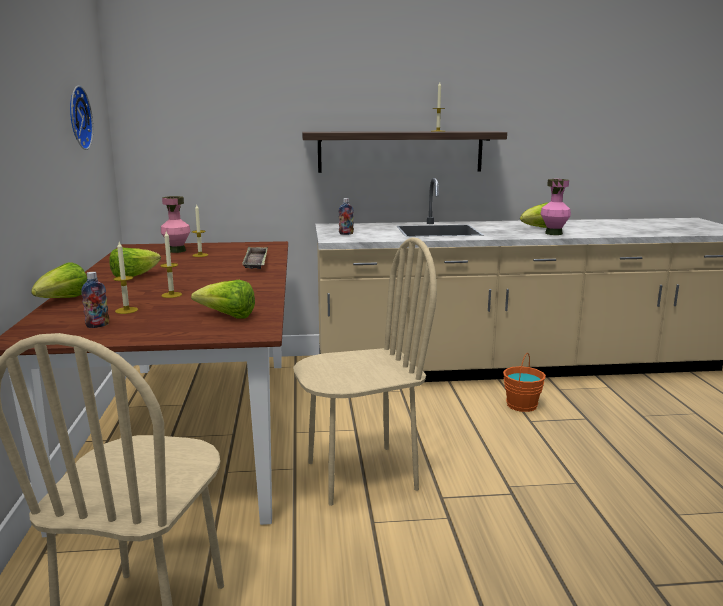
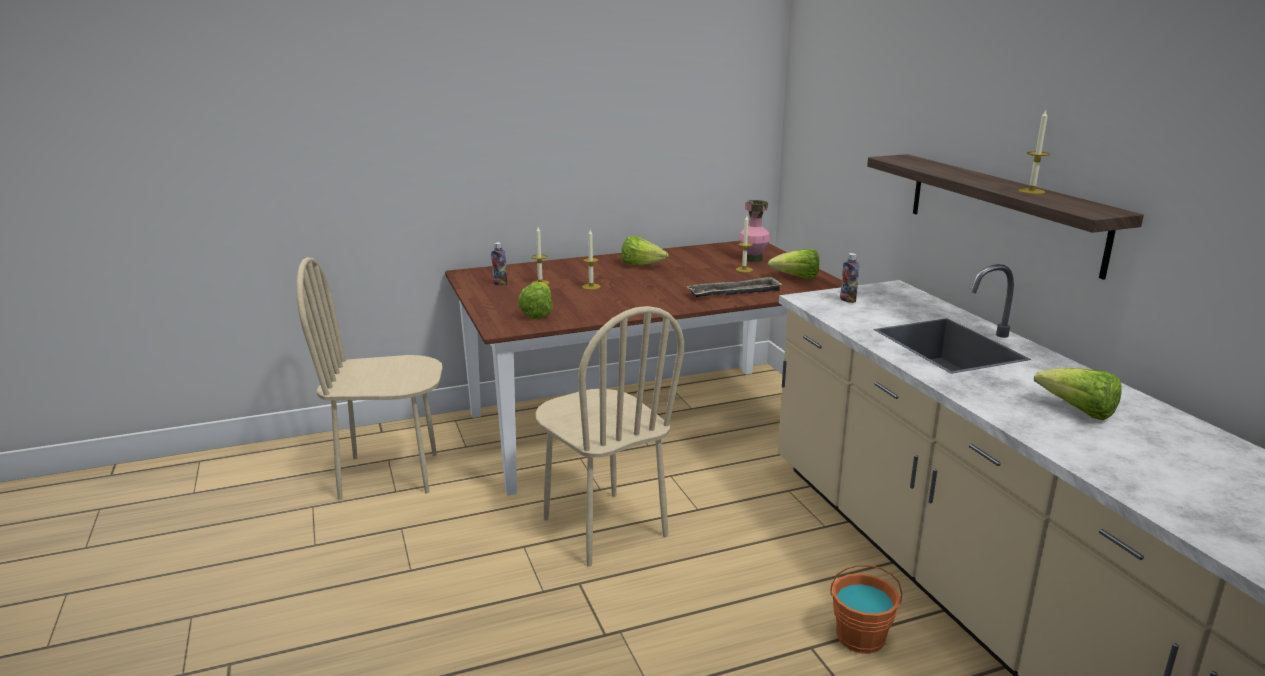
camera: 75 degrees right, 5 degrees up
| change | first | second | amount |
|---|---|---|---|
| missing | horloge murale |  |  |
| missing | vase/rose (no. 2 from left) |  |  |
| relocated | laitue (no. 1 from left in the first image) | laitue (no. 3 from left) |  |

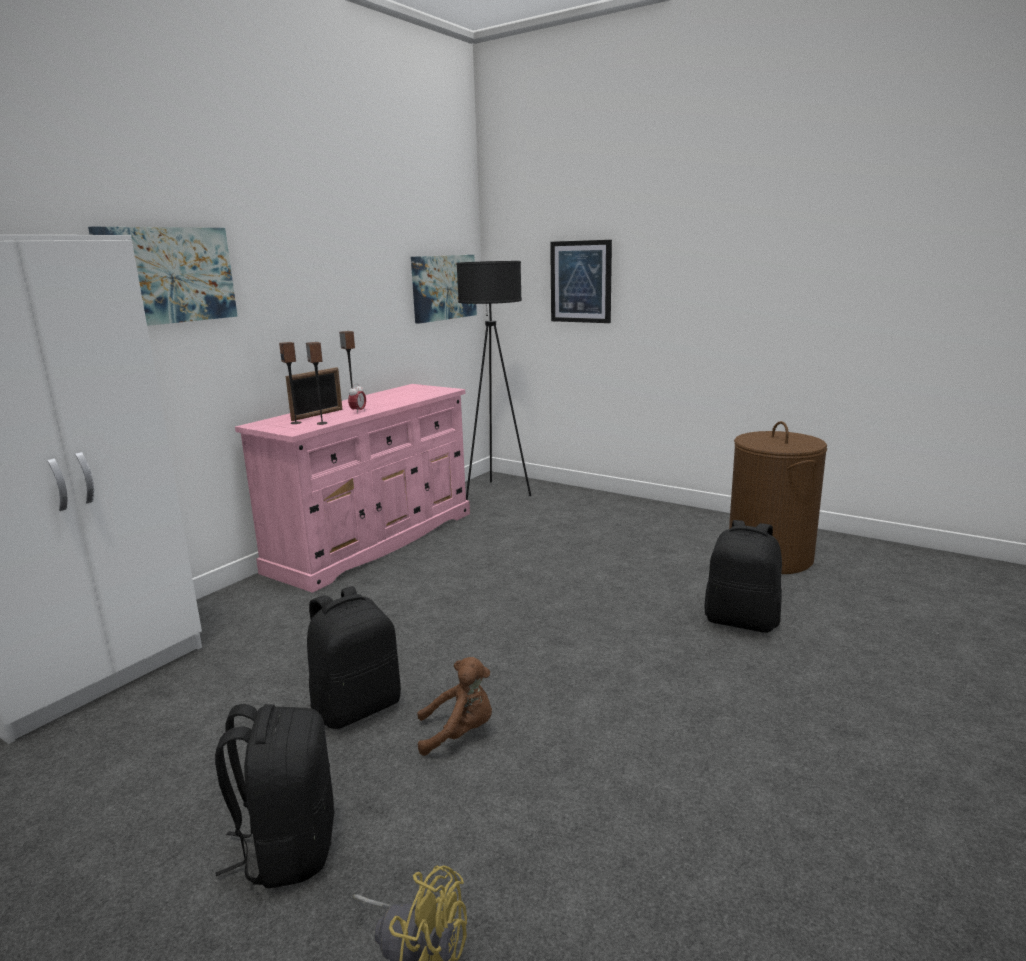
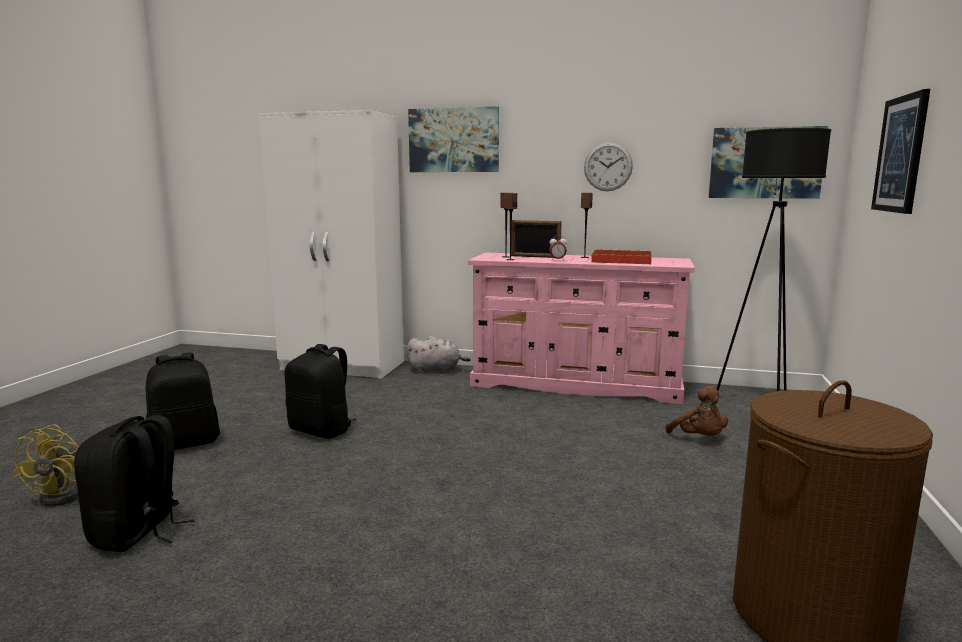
camera: 70 degrees right, 5 degrees down
| change | first | second | amount |
|---|---|---|---|
| relocated | sac à dos/noir (no. 3 from left in the first image) | sac à dos/noir (no. 1 from left) |  |
| relocated | peluche/marron |  |  |
| appeared |  | horloge murale |  |
| appeared |  | plateau/rouge |  |
| appeared |  | peluche/gris |  |

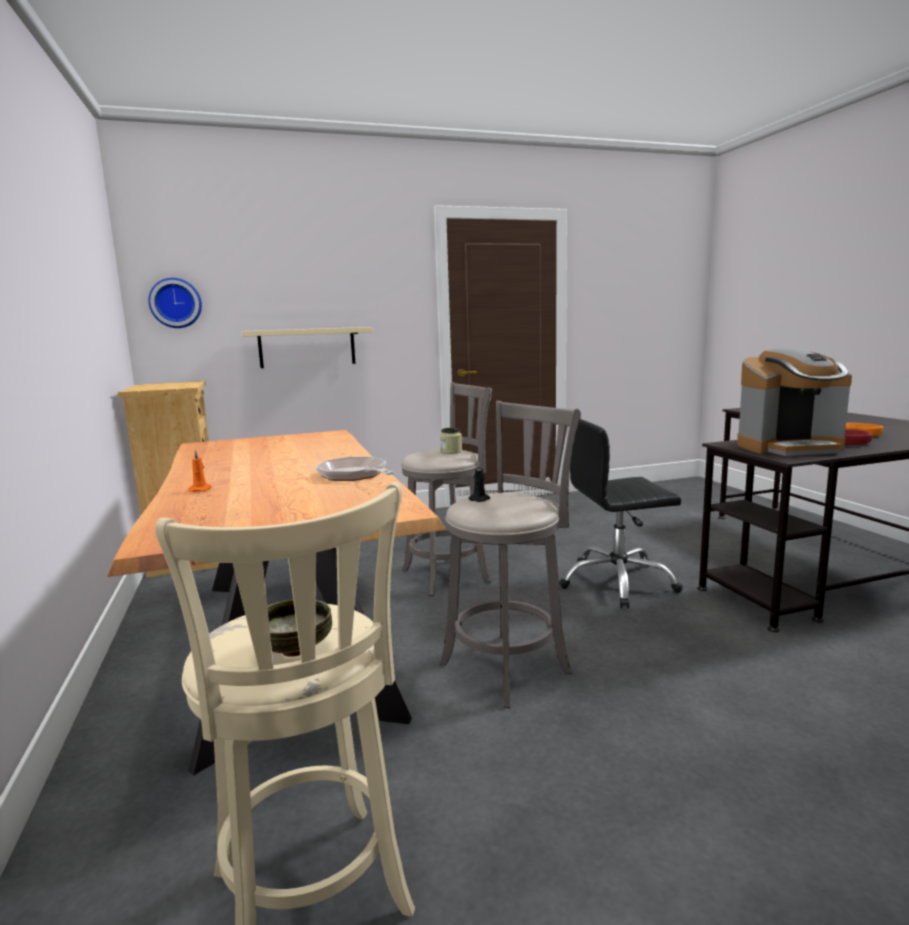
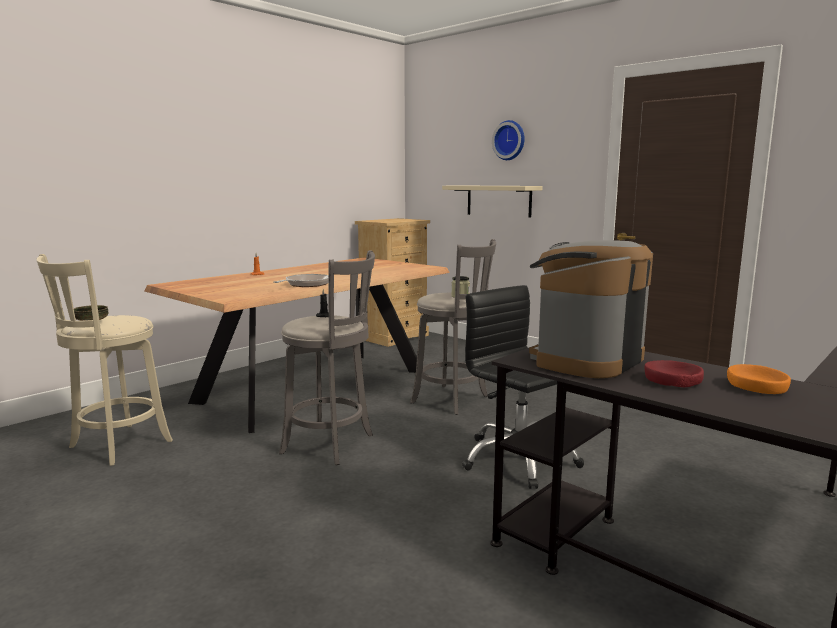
camera: 60 degrees right, 0 degrees up
| change | first | second | amount |
|---|---|---|---|
| relocated | horloge murale |  |  |
| spun | machine à café |  | 75 degrees clockwise |

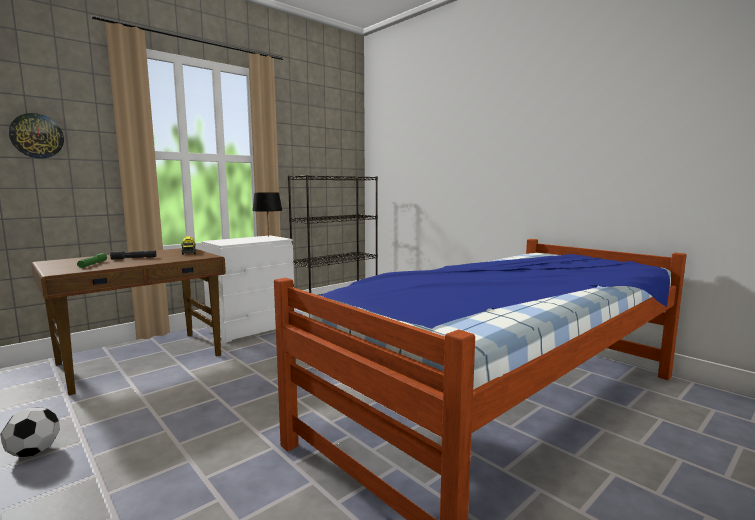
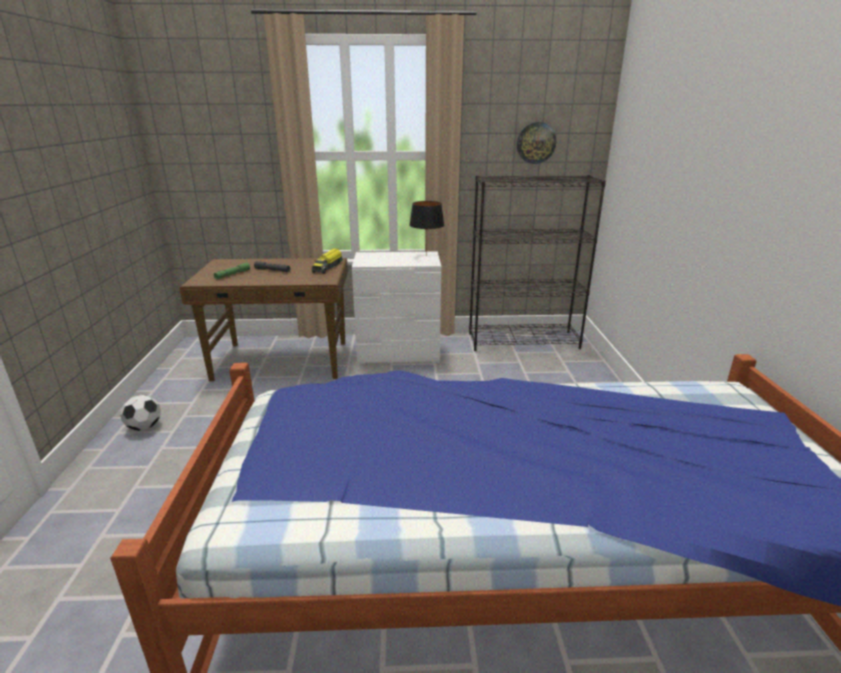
camera: 40 degrees right, 15 degrees up
| change | first | second | amount |
|---|---|---|---|
| relocated | horloge murale |  |  |

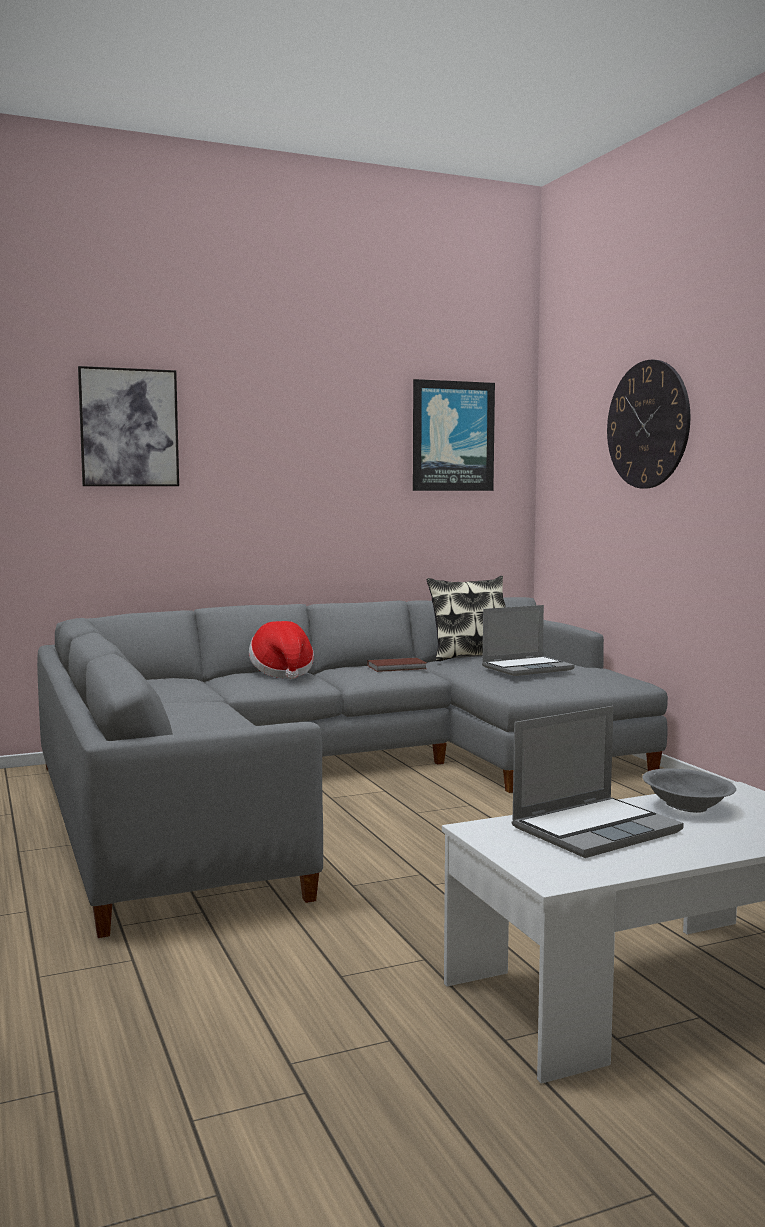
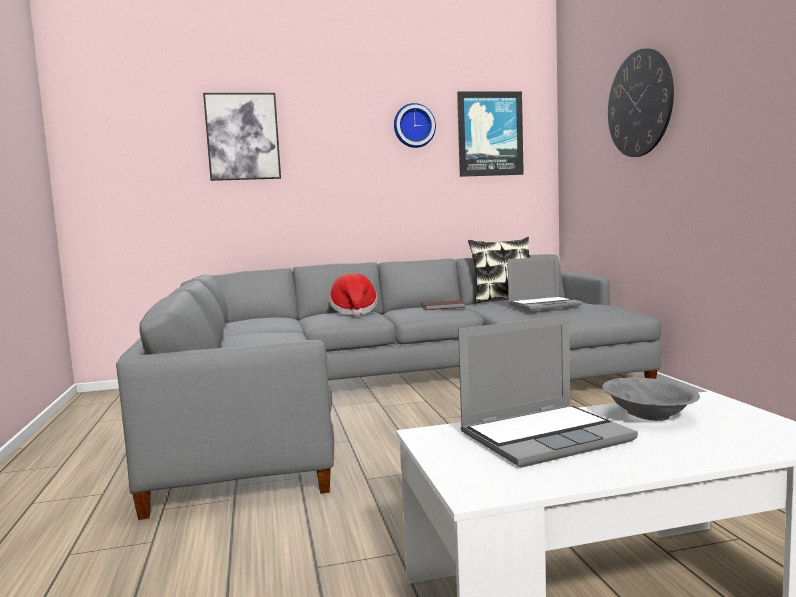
camera: 10 degrees right, 0 degrees up
| change | first | second | amount |
|---|---|---|---|
| appeared |  | horloge murale (no. 1 from left) |  |

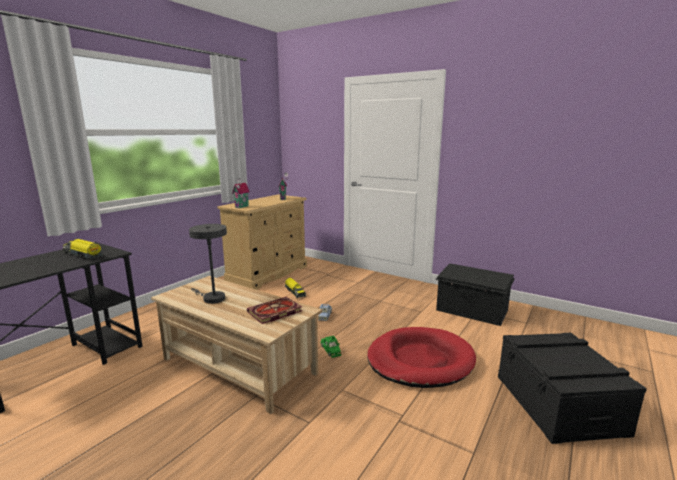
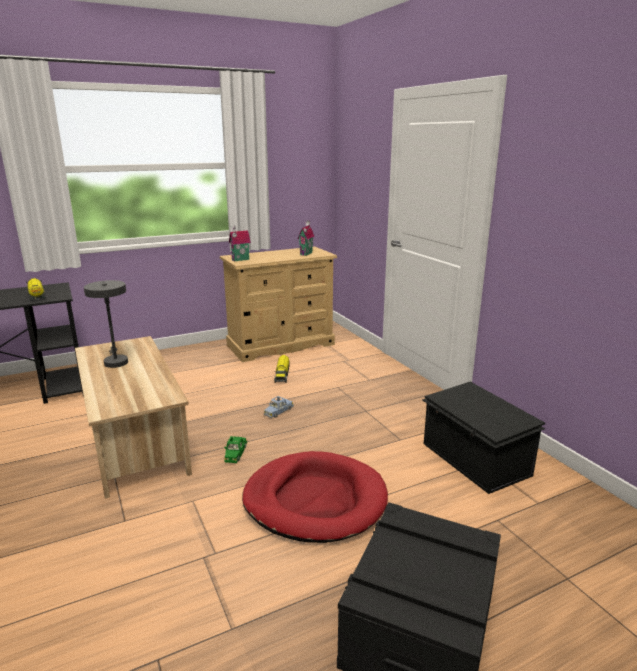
camera: 30 degrees right, 5 degrees up
| change | first | second | amount |
|---|---|---|---|
| missing | livre |  |  |

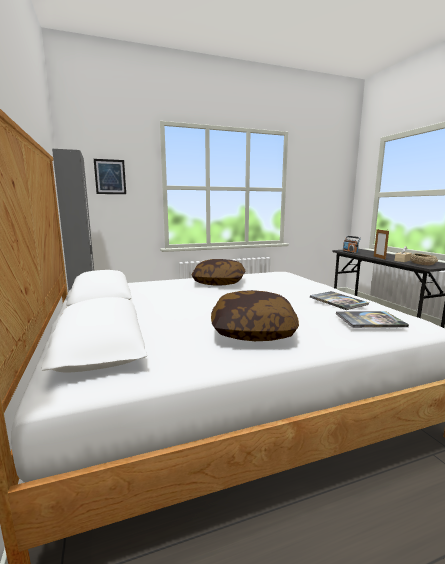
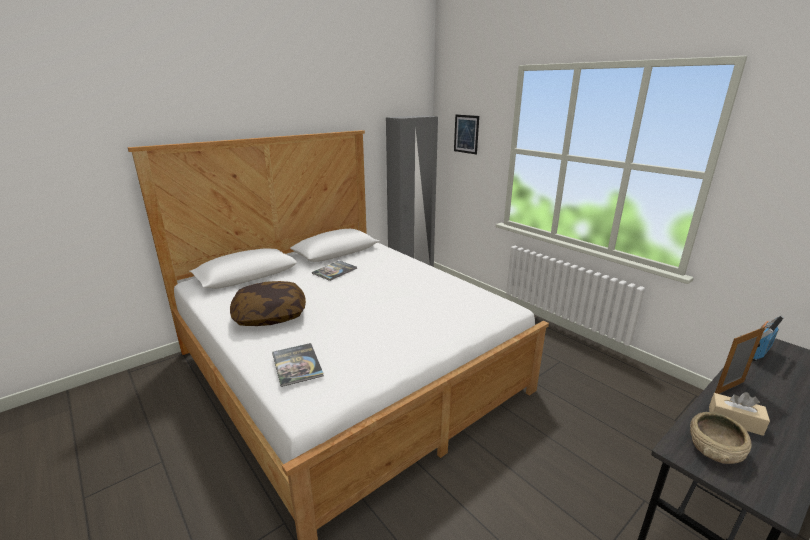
camera: 70 degrees right, 10 degrees up
| change | first | second | amount |
|---|---|---|---|
| missing | coussin (no. 1 from left) |  |  |
| relocated | livre (no. 1 from left in the first image) | livre (no. 2 from left) |  |

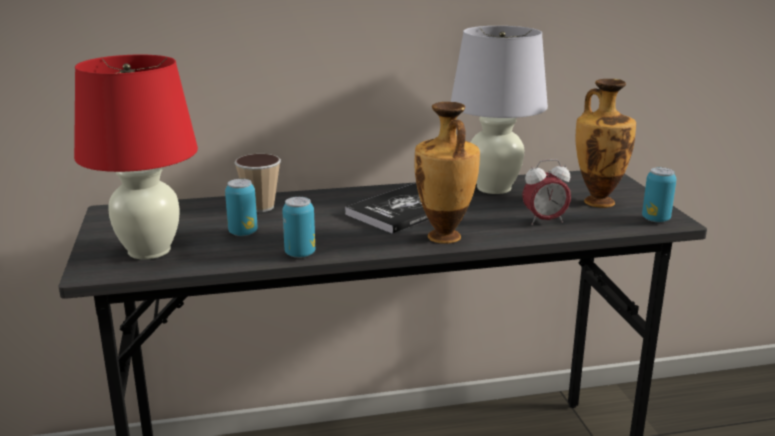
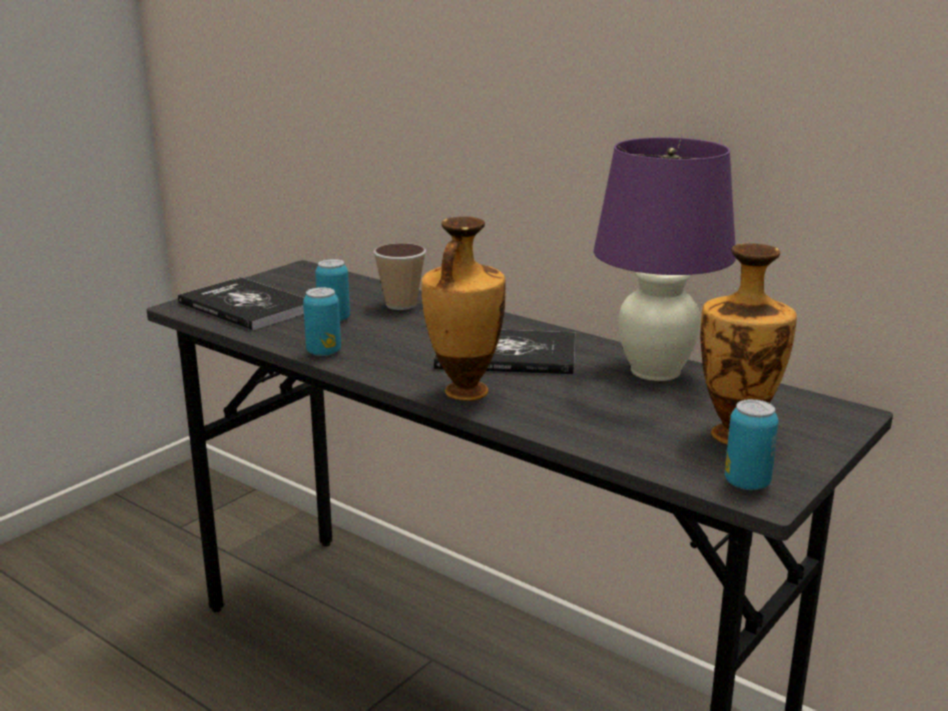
camera: 50 degrees right, 0 degrees up
| change | first | second | amount |
|---|---|---|---|
| colour | lampe de table/blanc | lampe de table/violet |  |
| exchanged | lampe de table/rouge | livre (no. 1 from left) |  |
| missing | réveil |  |  |

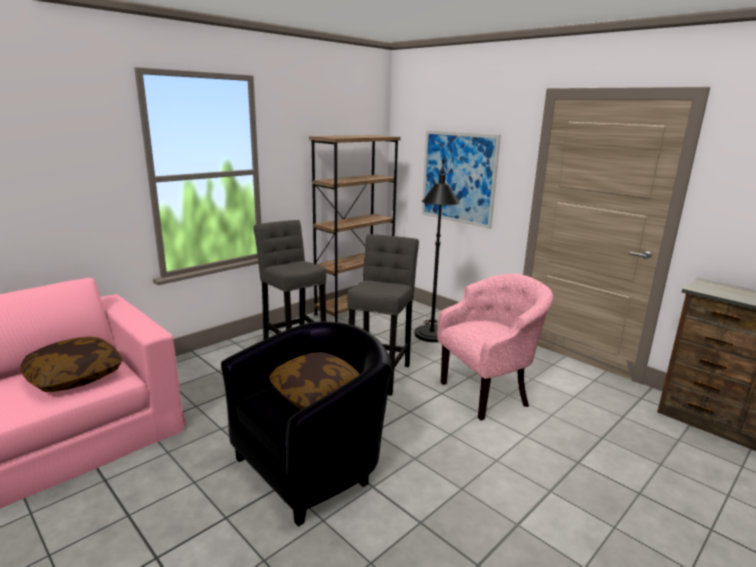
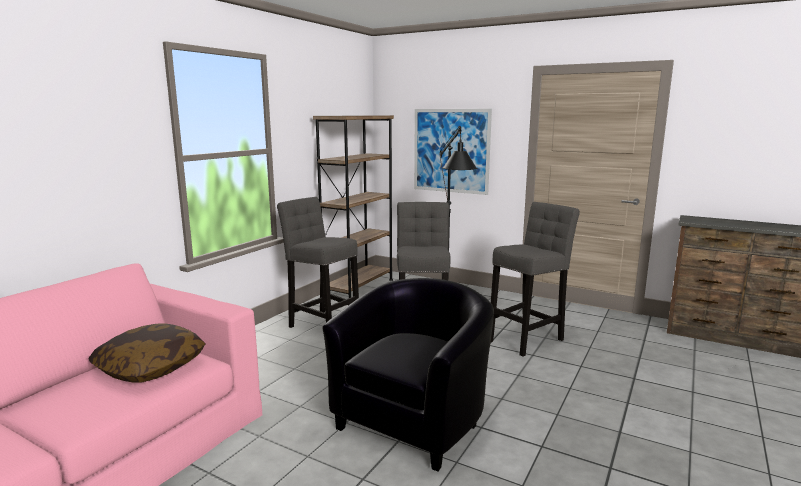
camera: 15 degrees left, 5 degrees down
| change | first | second | amount |
|---|---|---|---|
| exchanged | fauteuil/rose | tabouret/gris (no. 3 from left) |  |
| missing | coussin (no. 2 from left) |  |  |

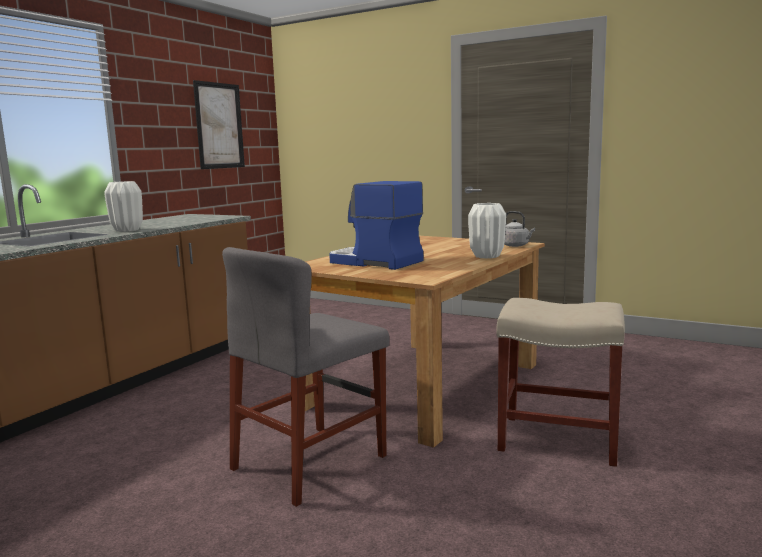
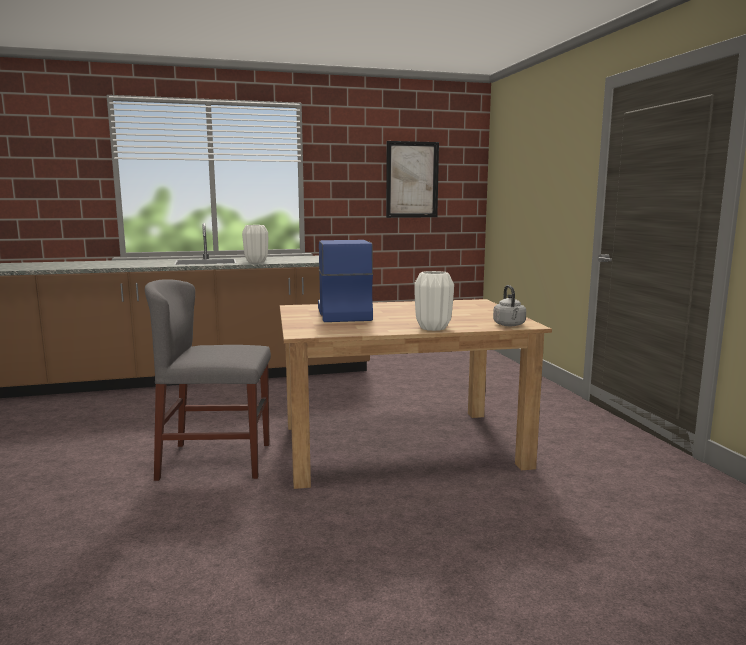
camera: 45 degrees right, 0 degrees up
| change | first | second | amount |
|---|---|---|---|
| missing | tabouret/beige |  |  |

